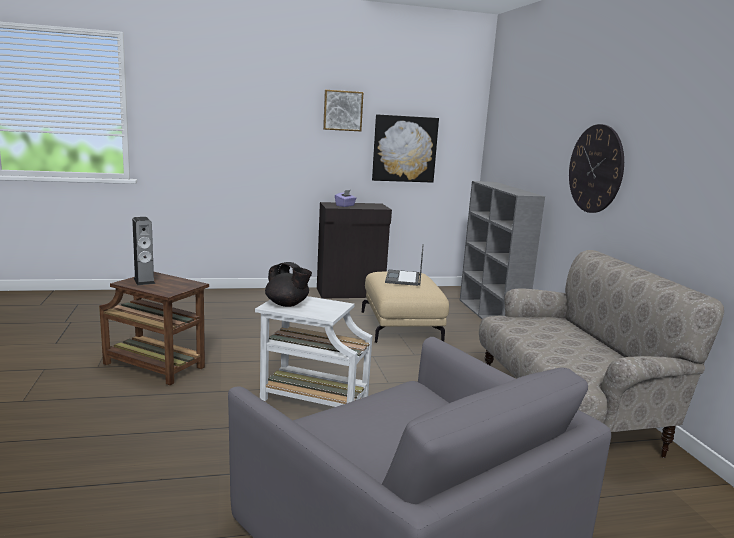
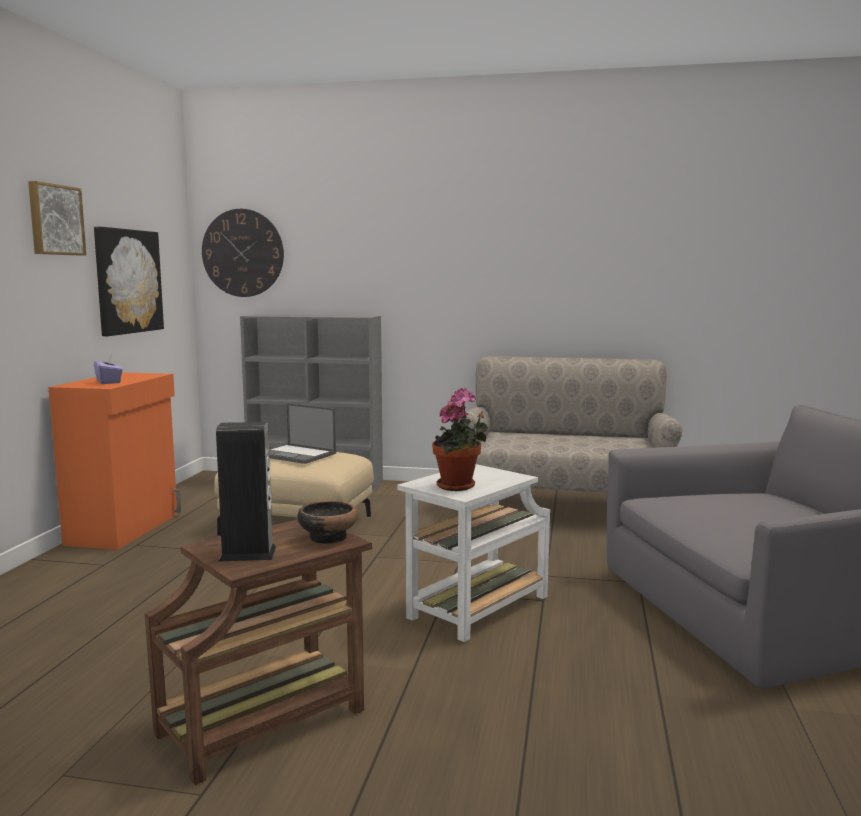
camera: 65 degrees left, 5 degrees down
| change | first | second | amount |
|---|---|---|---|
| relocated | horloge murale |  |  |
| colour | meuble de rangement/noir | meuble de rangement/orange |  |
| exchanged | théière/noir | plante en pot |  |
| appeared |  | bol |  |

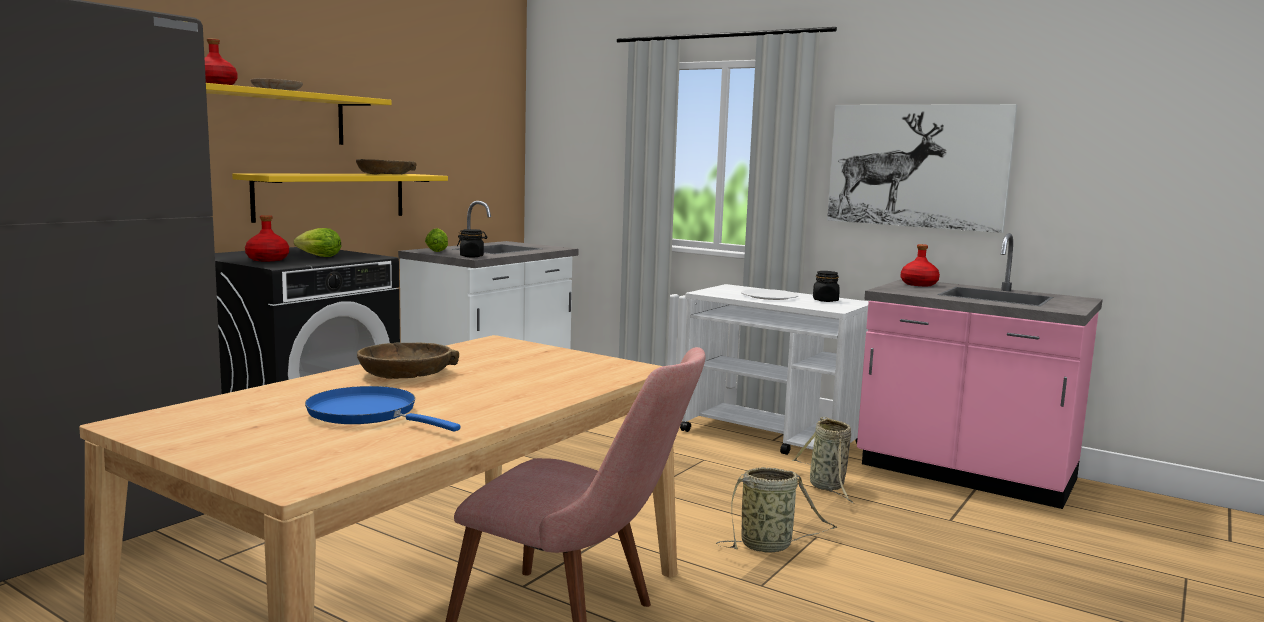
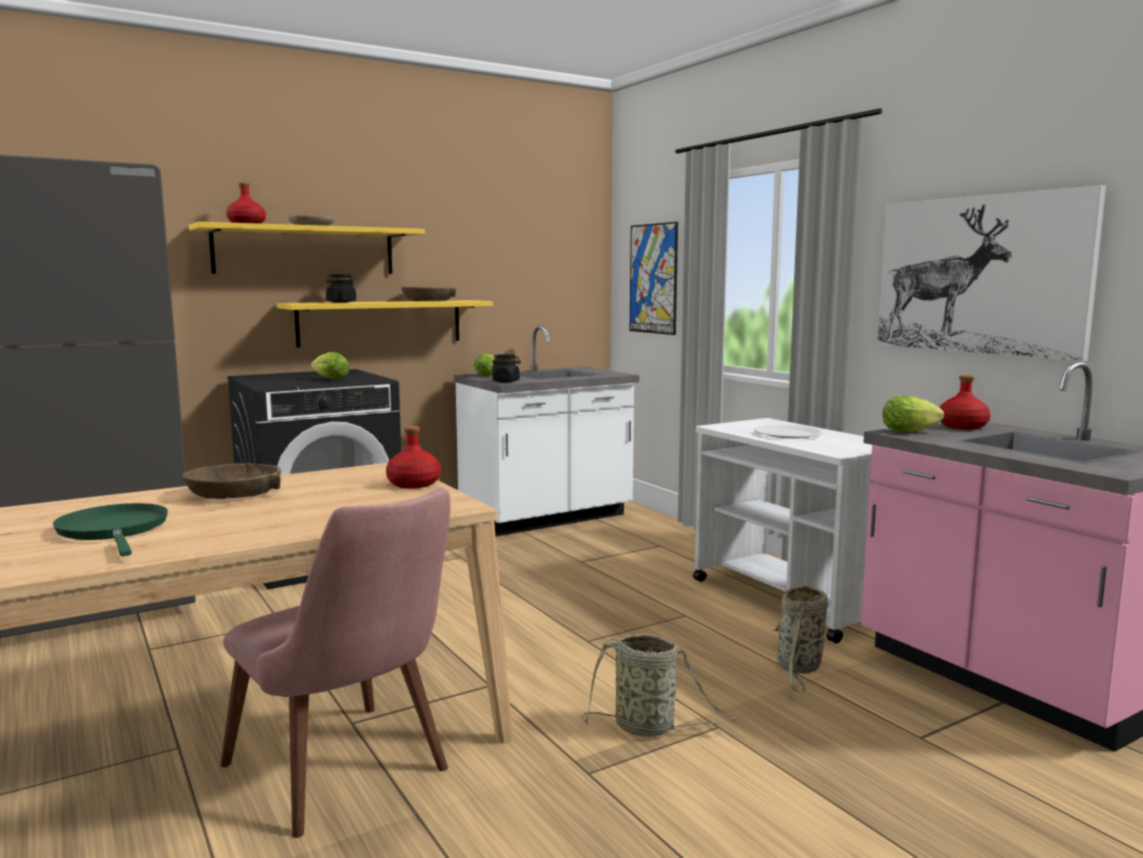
camera: 25 degrees right, 0 degrees up
| change | first | second | amount |
|---|---|---|---|
| relocated | bouteille/rouge (no. 2 from left) |  |  |
| relocated | bocal/noir (no. 2 from left in the first image) | bocal/noir (no. 1 from left) |  |
| colour | poêle/bleu | poêle/vert |  |
| appeared |  | tableau (no. 1 from left) |  |
| appeared |  | laitue (no. 3 from left) |  |

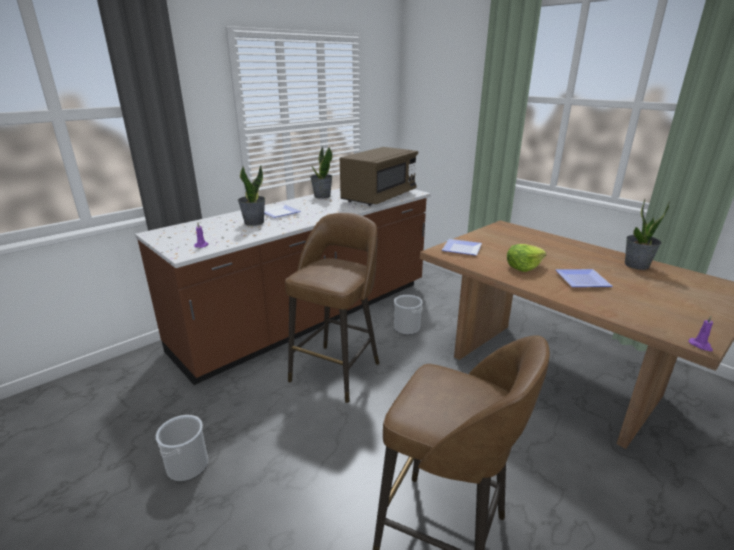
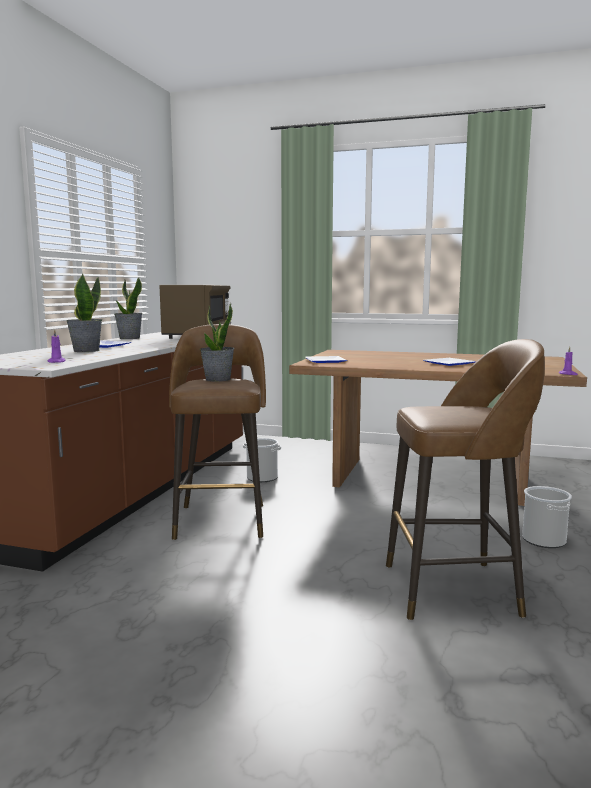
camera: 30 degrees left, 15 degrees down
| change | first | second | amount |
|---|---|---|---|
| relocated | plante en pot (no. 3 from left) |  |  |
| missing | laitue |  |  |
| relocated | seau (no. 1 from left in the first image) | seau (no. 2 from left) |  |

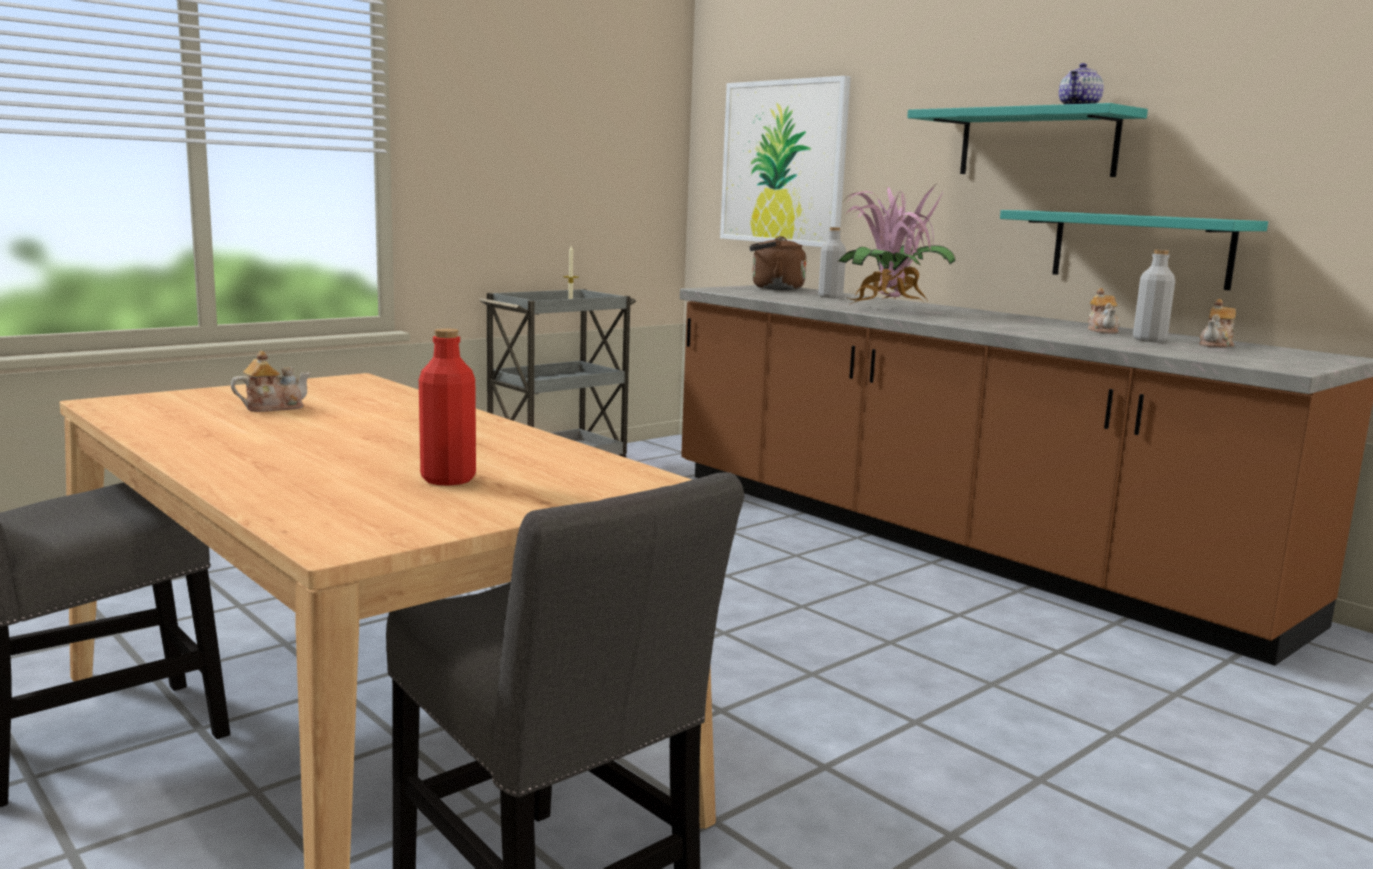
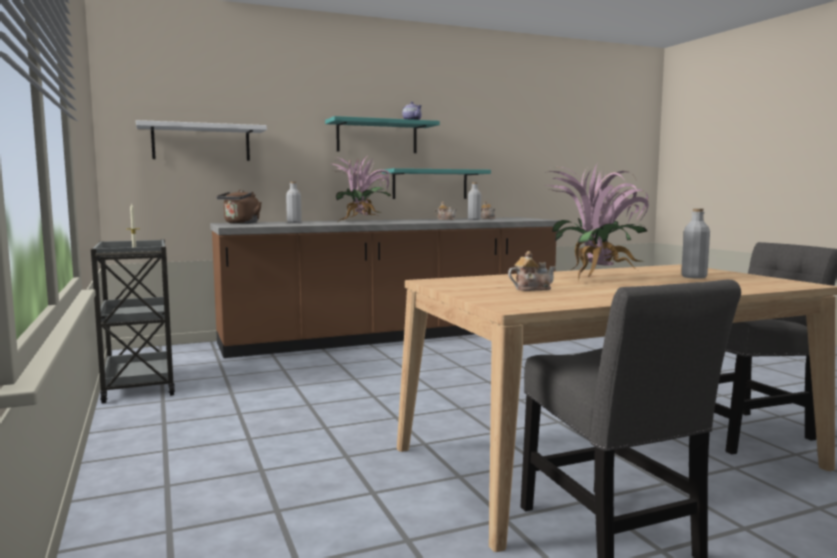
camera: 70 degrees left, 5 degrees down
| change | first | second | amount |
|---|---|---|---|
| exchanged | tableau | étagère/blanc |  |
| colour | bouteille/rouge | bouteille/gris (no. 3 from left) |  |
| spun | théière (no. 1 from left in the first image) | théière (no. 4 from left) | 90 degrees clockwise |
| appeared |  | plante en pot (no. 2 from left) |  |

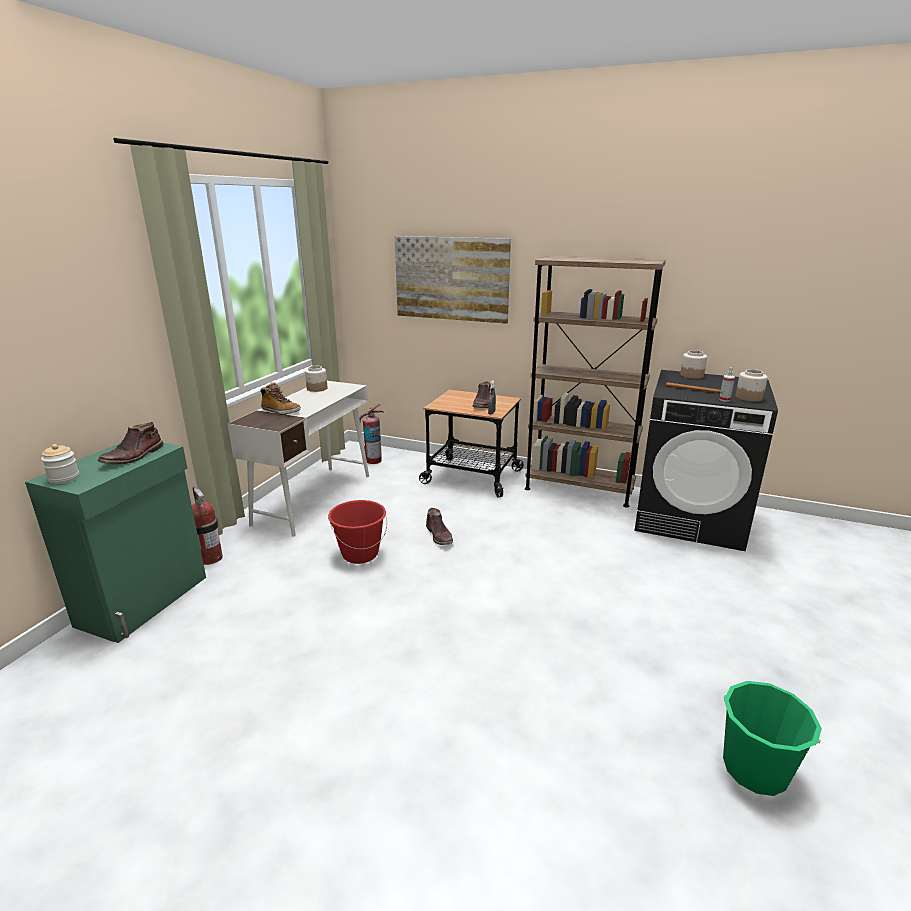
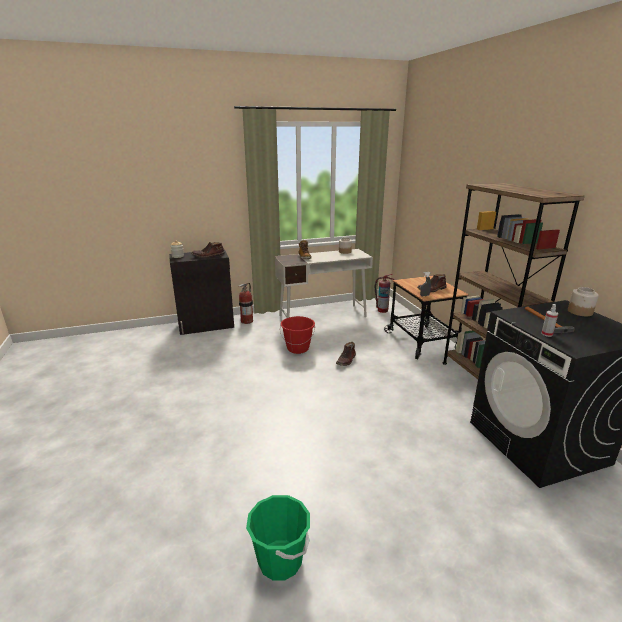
camera: 50 degrees right, 0 degrees up
| change | first | second | amount |
|---|---|---|---|
| missing | tableau |  |  |
| missing | bocal (no. 4 from left) |  |  |
| colour | meuble de rangement/vert | meuble de rangement/noir |  |

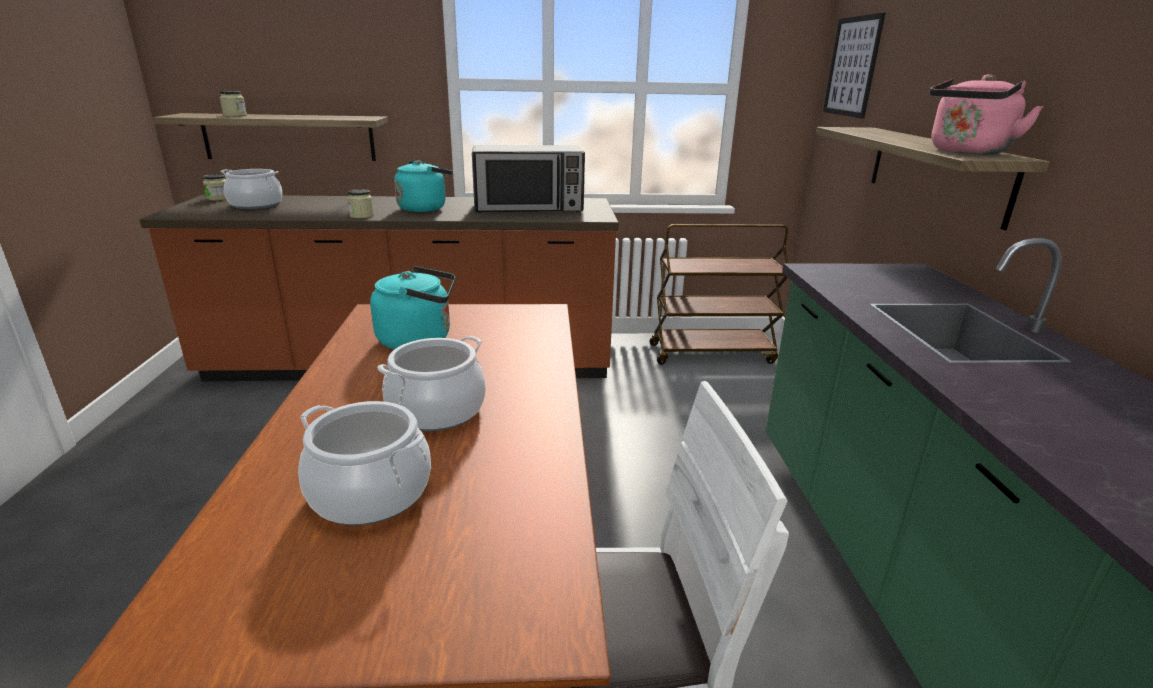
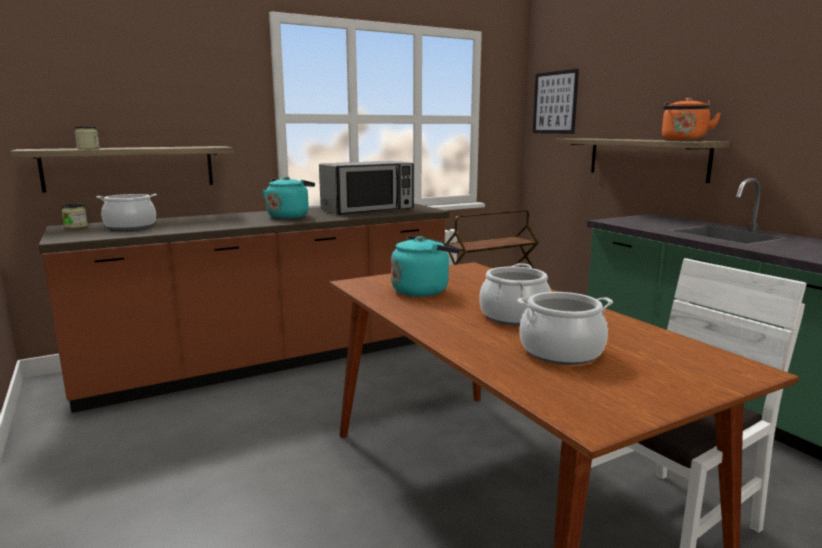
camera: 25 degrees left, 10 degrees down
| change | first | second | amount |
|---|---|---|---|
| colour | bouilloire/rose | bouilloire/orange |  |
| missing | bocal (no. 3 from left) |  |  |

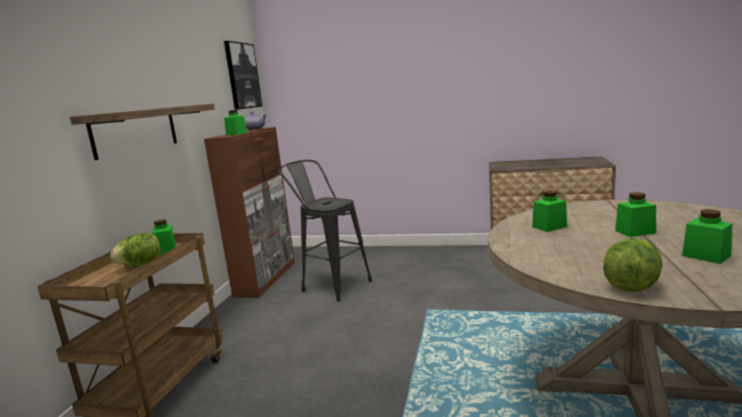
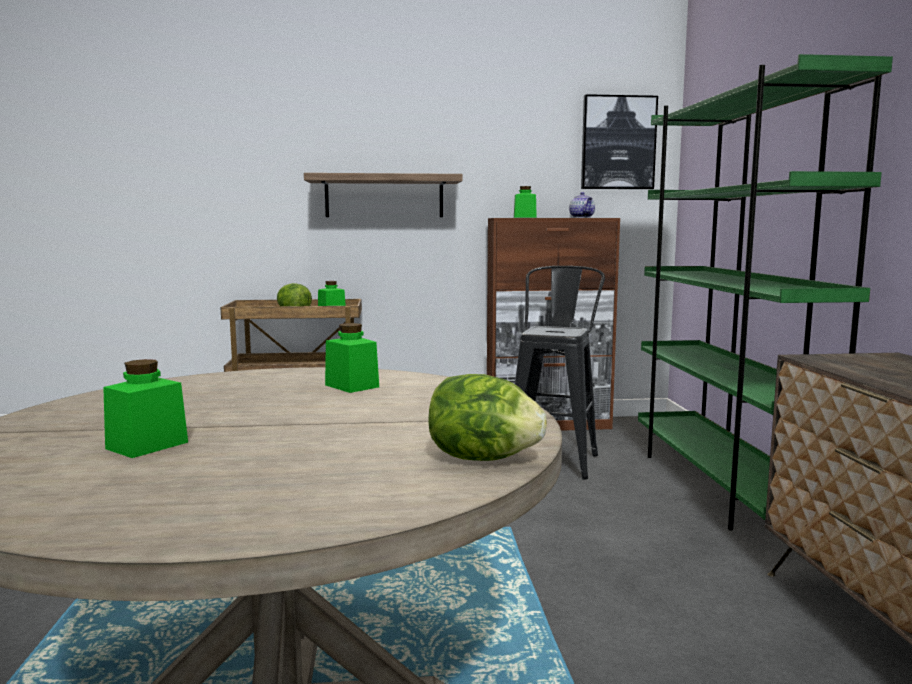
camera: 70 degrees right, 5 degrees down
| change | first | second | amount |
|---|---|---|---|
| missing | bocal/vert (no. 4 from left) |  |  |
| relocated | laitue (no. 2 from left) |  |  |
| appeared |  | bibliothèque/vert |  |

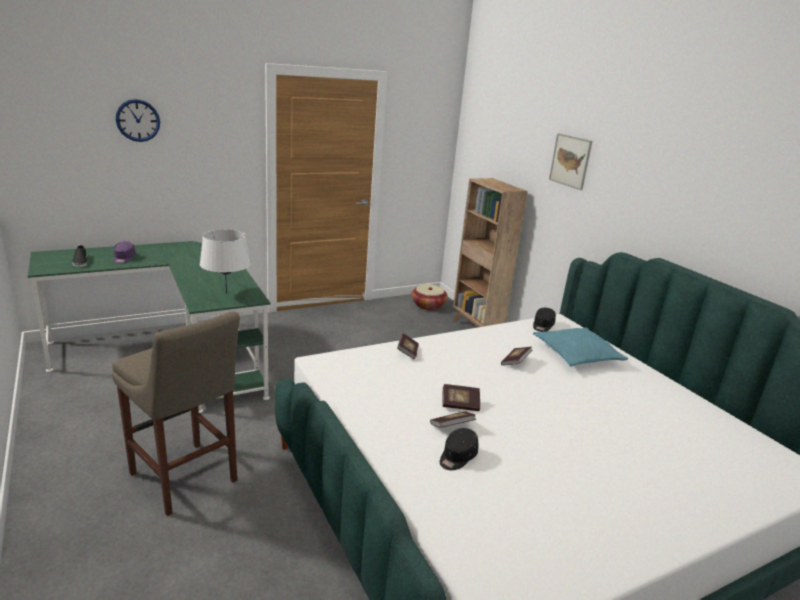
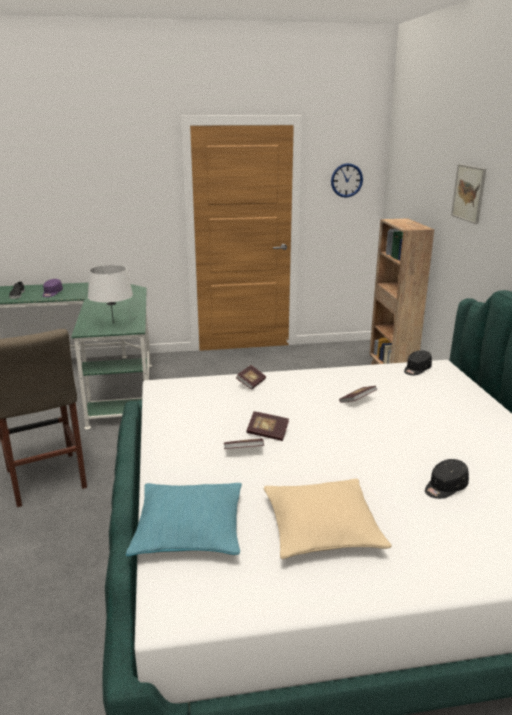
camera: 20 degrees right, 0 degrees up
| change | first | second | amount |
|---|---|---|---|
| relocated | horloge murale |  |  |
| missing | panier |  |  |
| relocated | coussin/turquoise |  |  |
| relocated | casquette/noir (no. 1 from left in the first image) | casquette/noir (no. 2 from left) |  |
| appeared |  | coussin/beige |  |

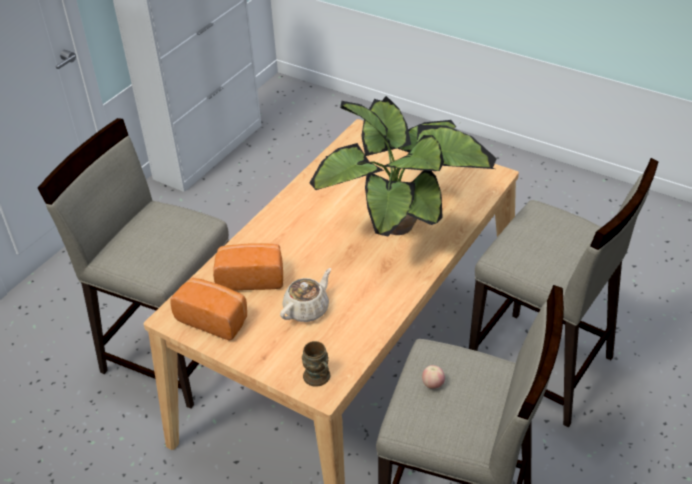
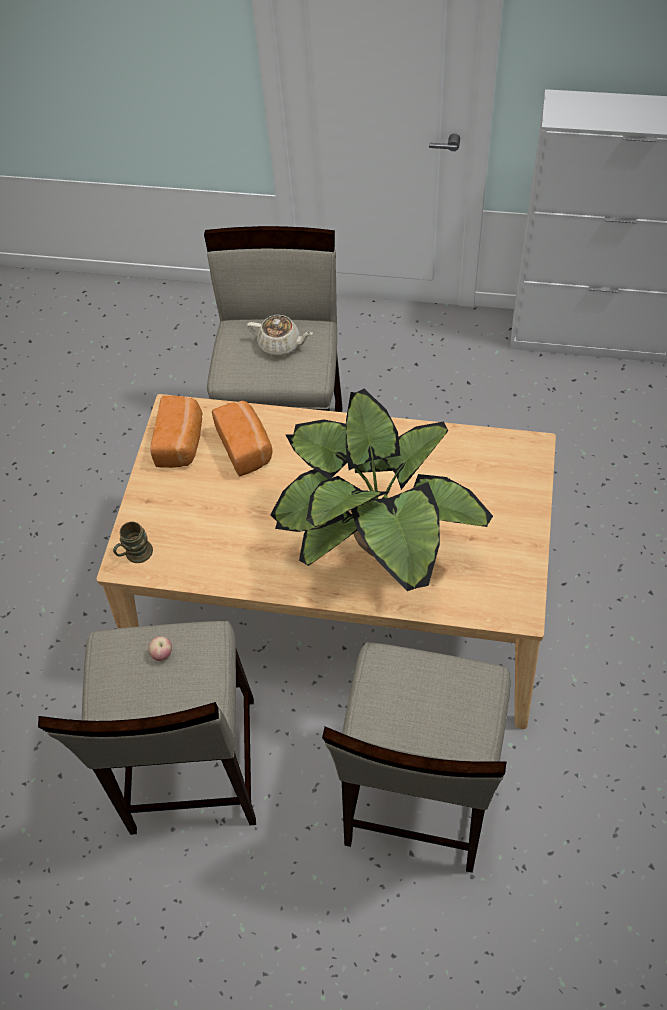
camera: 70 degrees right, 15 degrees up
| change | first | second | amount |
|---|---|---|---|
| relocated | théière/beige |  |  |

